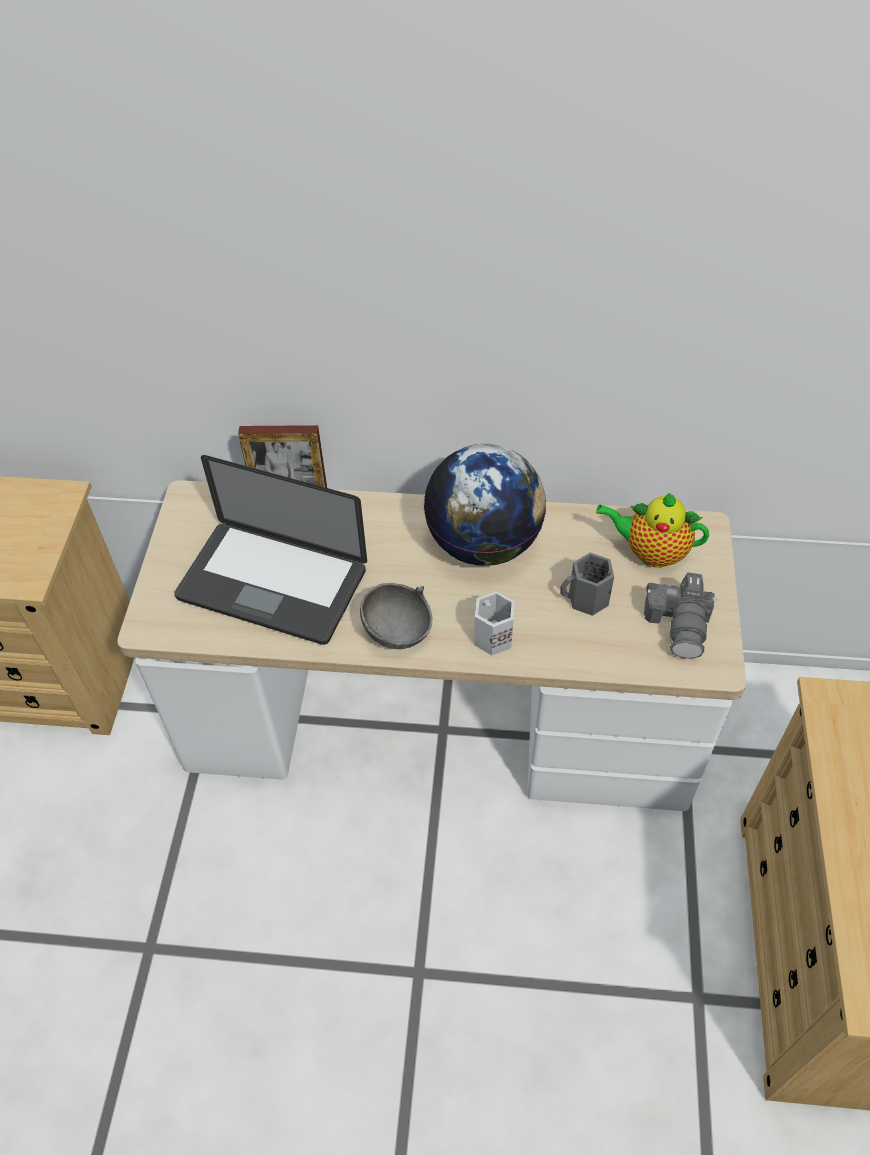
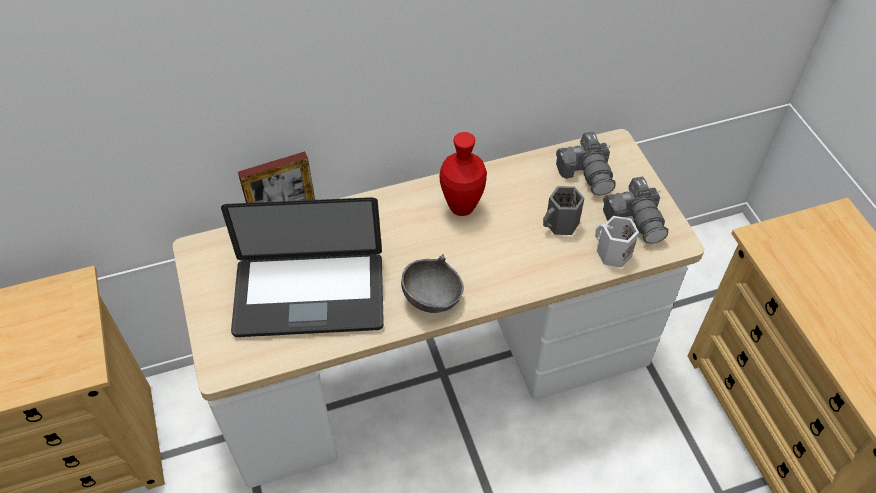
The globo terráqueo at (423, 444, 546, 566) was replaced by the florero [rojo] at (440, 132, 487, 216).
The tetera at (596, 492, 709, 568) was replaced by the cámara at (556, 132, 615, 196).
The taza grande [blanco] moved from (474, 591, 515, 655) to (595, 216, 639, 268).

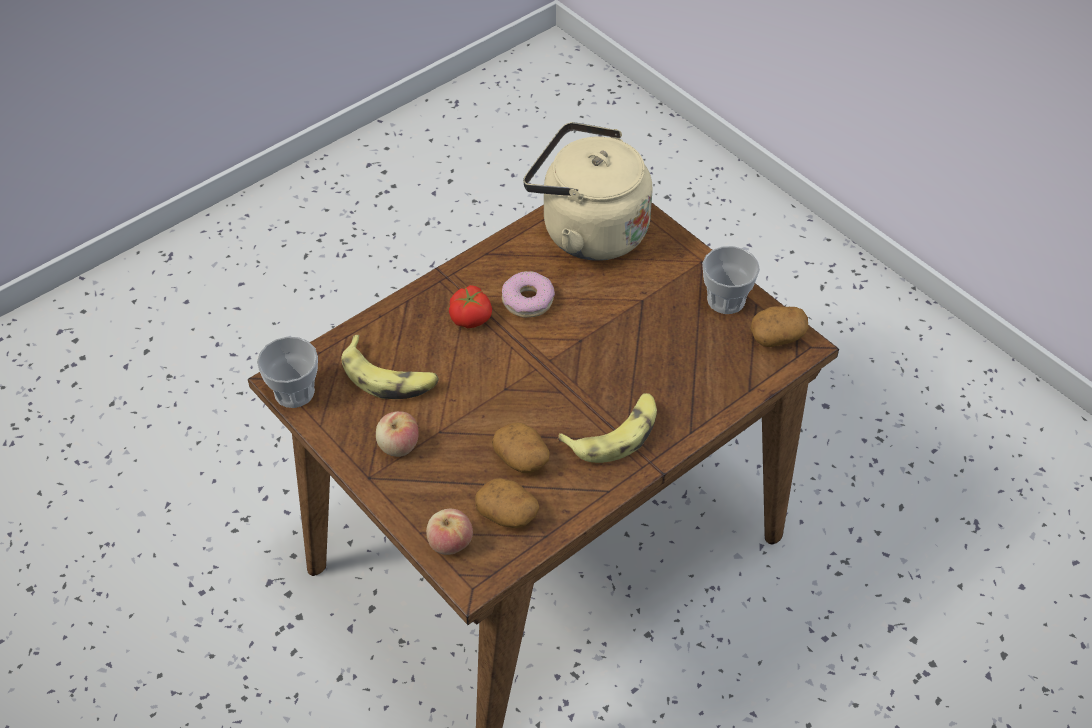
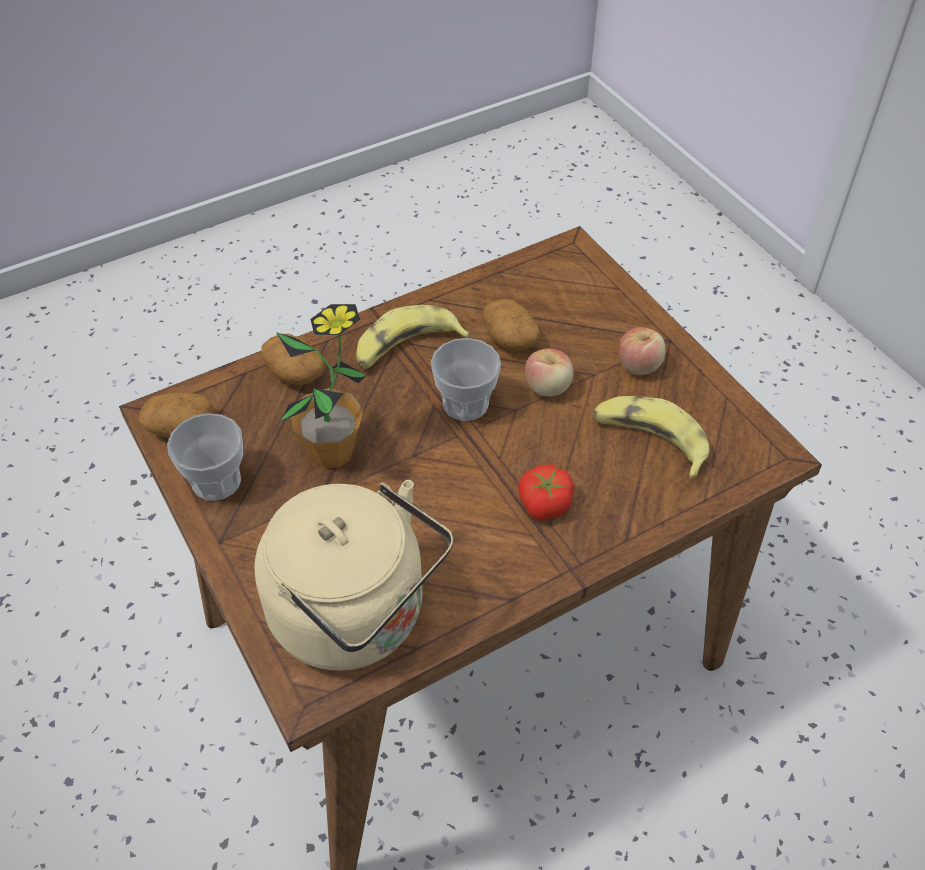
The patata moved from (475, 478, 539, 528) to (261, 334, 325, 386).
The planta en maceta at (276, 304, 367, 468) appeared.
The taza moved from (257, 337, 318, 408) to (431, 338, 501, 421).
The manzana moved from (426, 509, 473, 555) to (525, 348, 573, 397).
The rosquilla at (502, 271, 555, 318) disappeared.

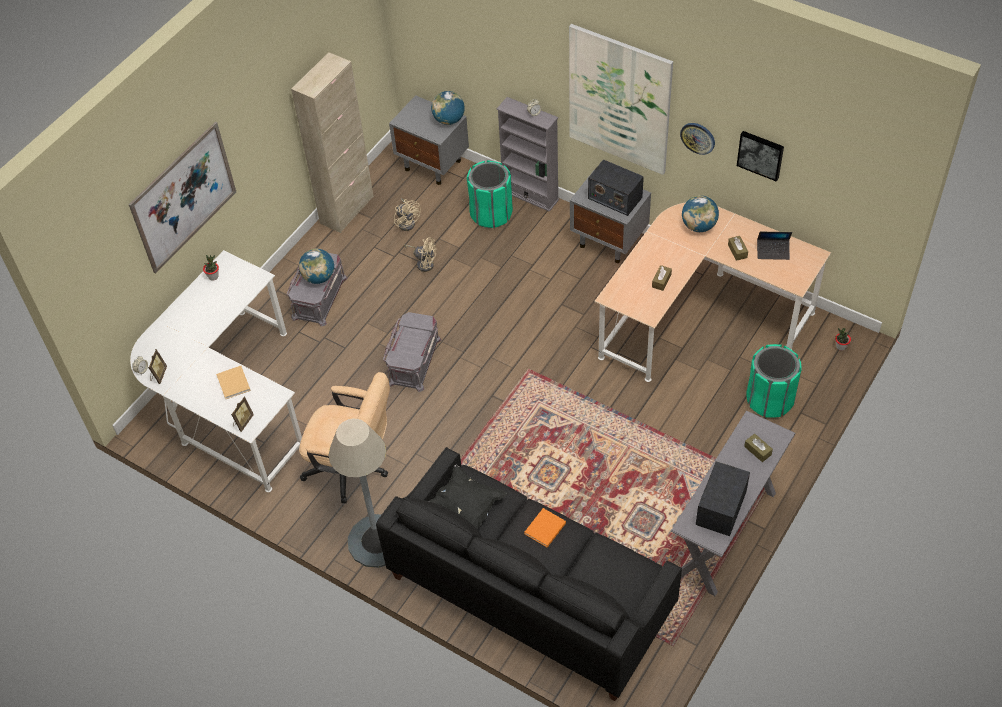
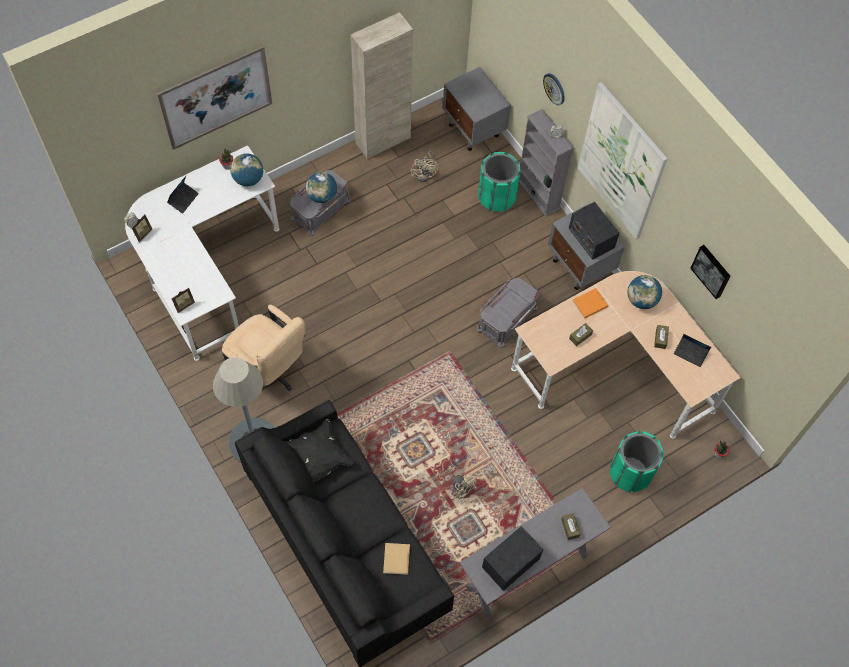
The portátil at (167, 176, 199, 213) appeared.
The globo terráqueo moved from (431, 91, 465, 125) to (230, 153, 263, 186).
The libro [beis] moved from (216, 366, 251, 399) to (383, 543, 410, 575).
The ventilador [beis] moved from (404, 237, 436, 272) to (450, 460, 477, 501).
The caja de almacenaje [gris] moved from (383, 312, 441, 392) to (476, 278, 539, 348).
The reloj de pared moved from (680, 123, 715, 155) to (543, 73, 564, 105).
The libro [naranja] moved from (525, 508, 566, 548) to (573, 288, 608, 318).

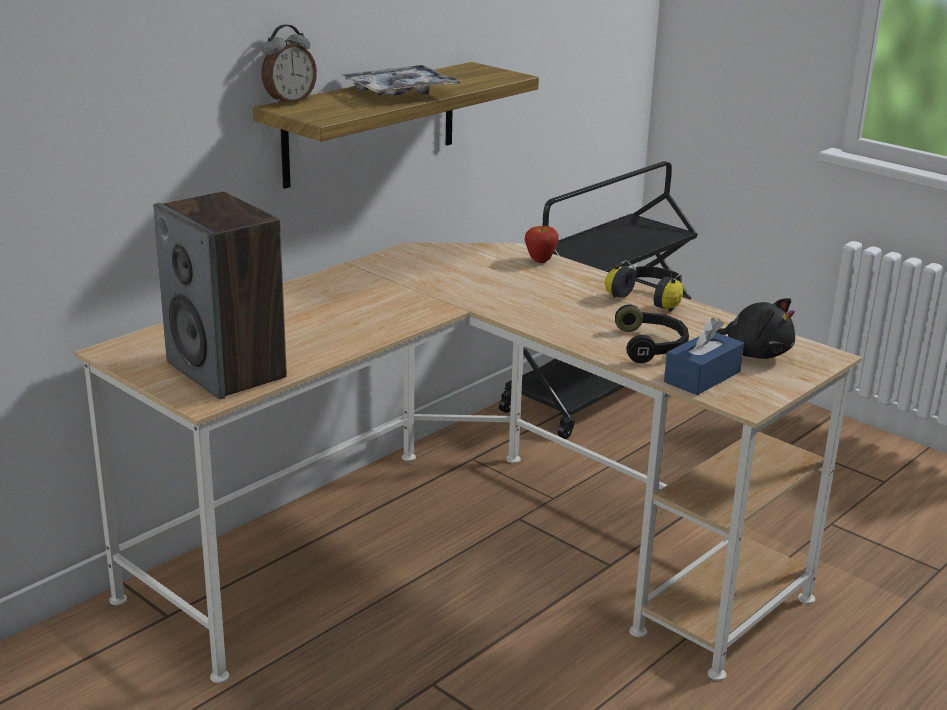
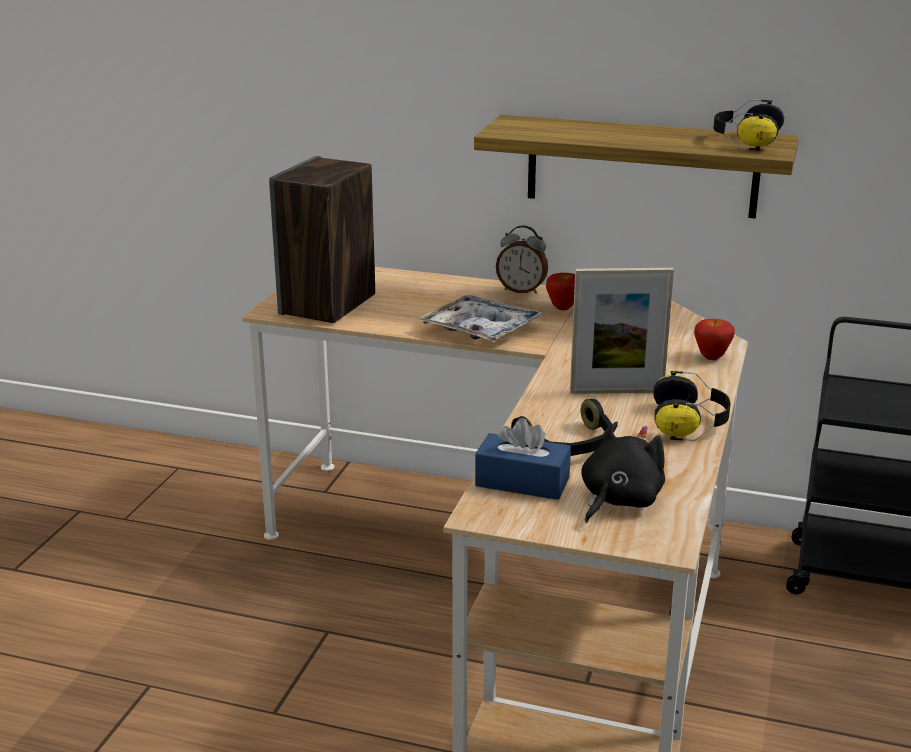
The bandeja moved from (341, 65, 463, 96) to (417, 295, 544, 342).
The despertador moved from (261, 25, 317, 105) to (496, 225, 548, 294).
The manzana at (546, 273, 575, 310) appeared.
The portarretratos at (570, 268, 674, 394) appeared.
The peluche [negro] at (717, 298, 795, 359) turned 150 degrees counterclockwise.
The auriculares at (713, 99, 784, 151) appeared.

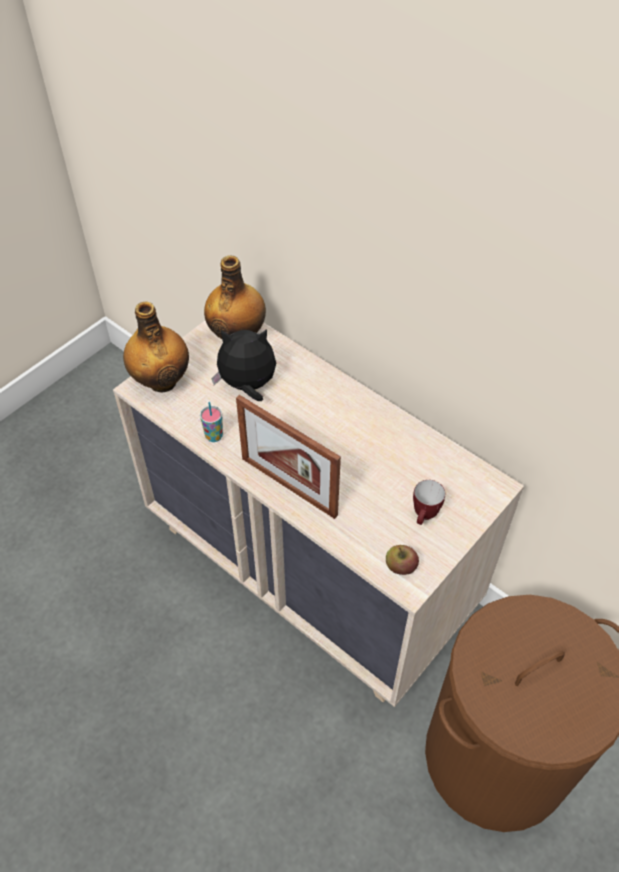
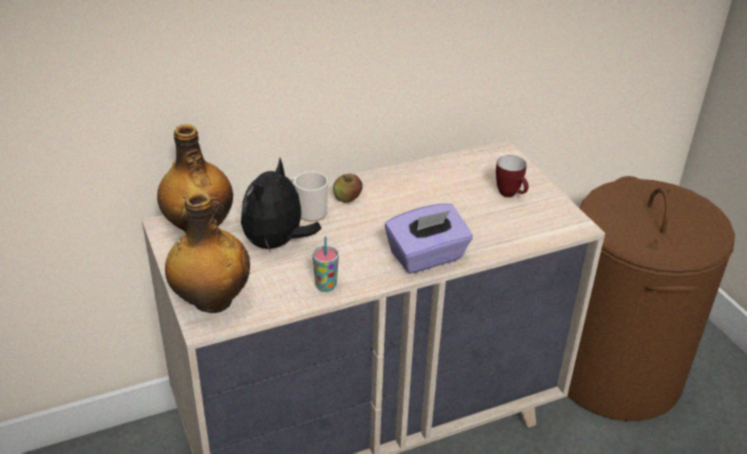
The taza grande at (290, 171, 328, 222) appeared.
The manzana moved from (386, 545, 419, 575) to (333, 174, 363, 203).
The portarretratos at (236, 395, 341, 519) was replaced by the caja de pañuelos [morado] at (385, 204, 473, 274).

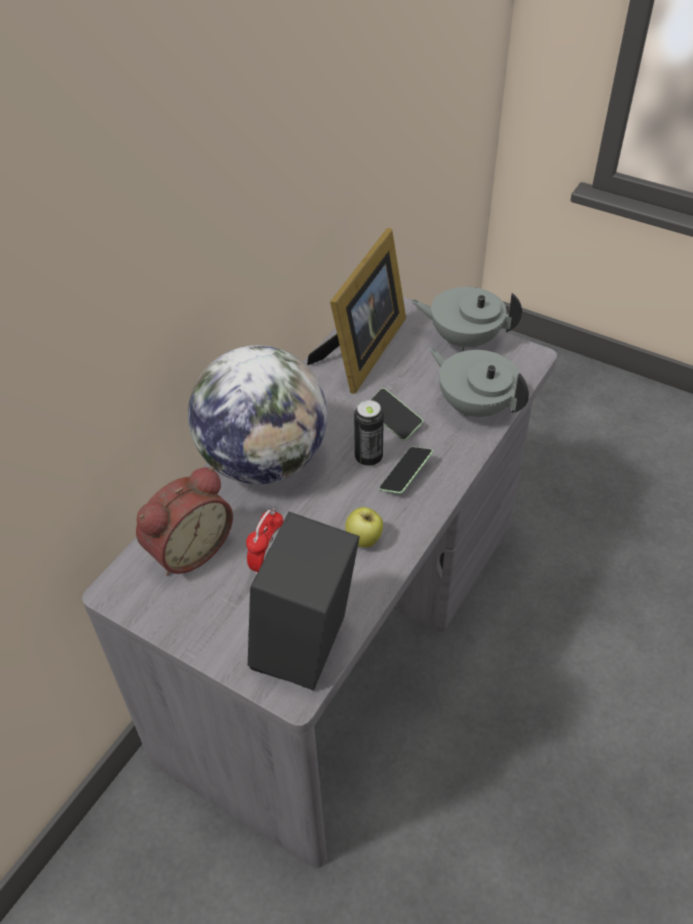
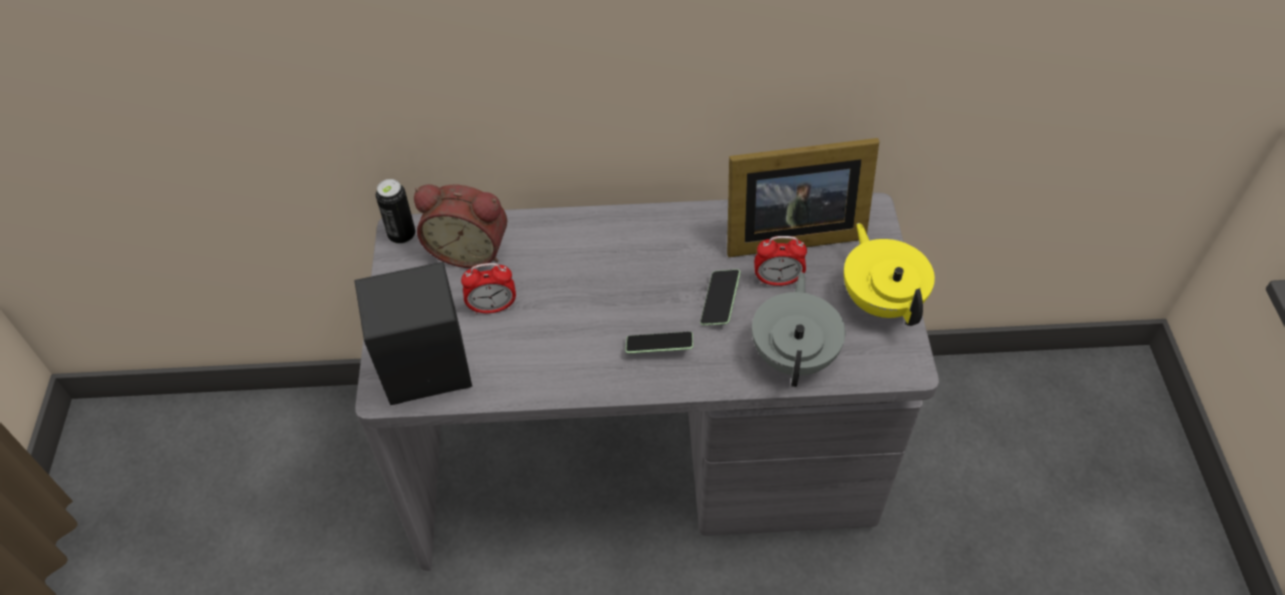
The lata moved from (354, 400, 384, 467) to (376, 179, 415, 244).
The despertador at (754, 236, 807, 286) appeared.
The tetera [gris] at (411, 287, 522, 351) became the tetera [amarillo] at (844, 223, 935, 326).
The globo terráqueo at (188, 345, 327, 484) disappeared.
The manzana at (345, 507, 383, 547) disappeared.

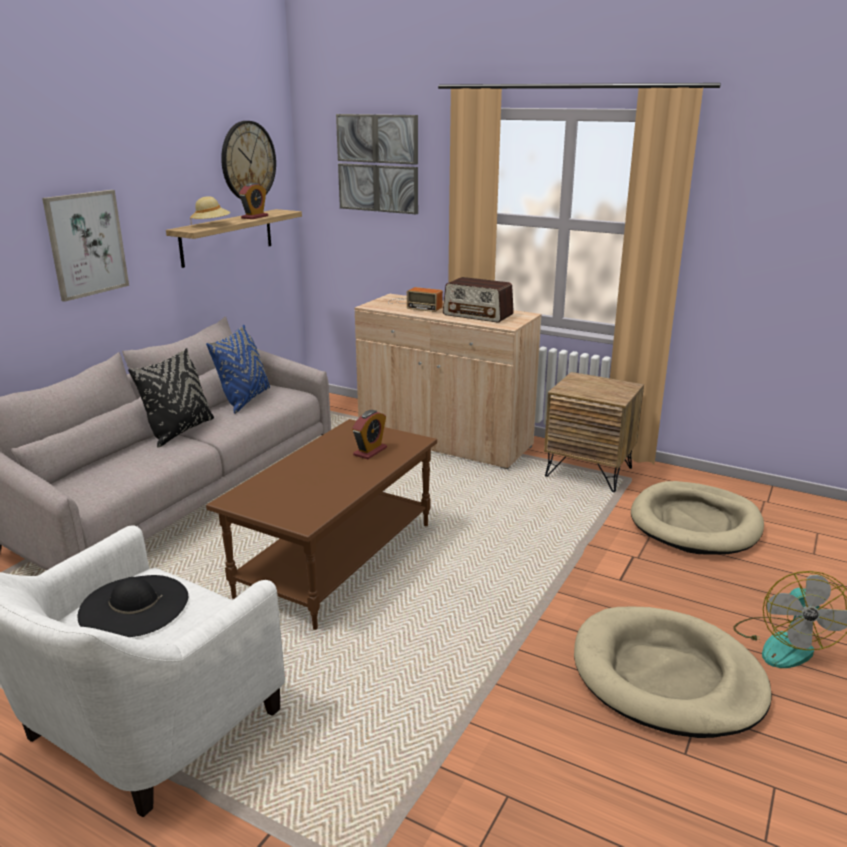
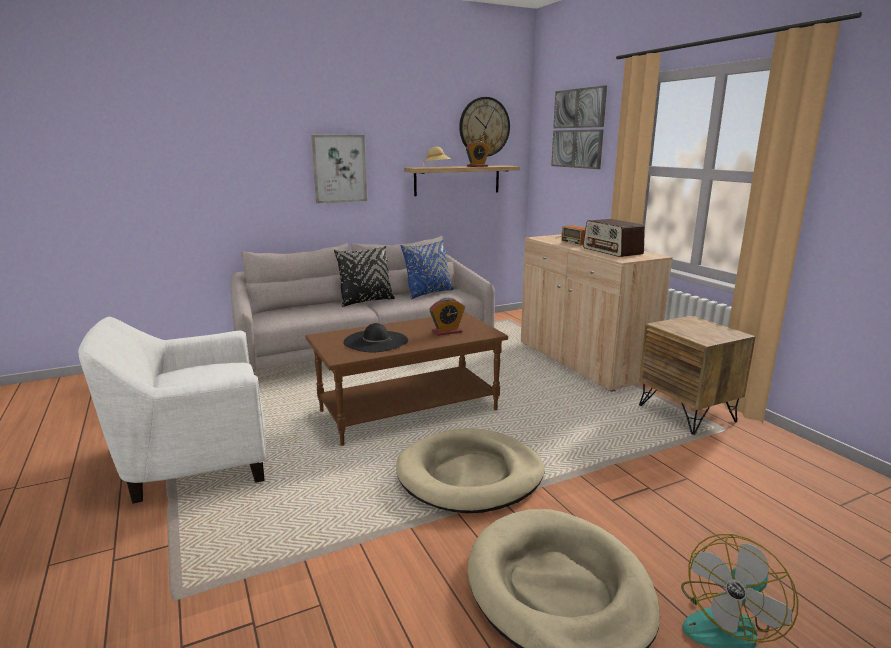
The sombrero [negro] moved from (78, 575, 188, 637) to (343, 323, 408, 352).
The cama para perro [beis] moved from (631, 481, 764, 555) to (396, 428, 545, 513).

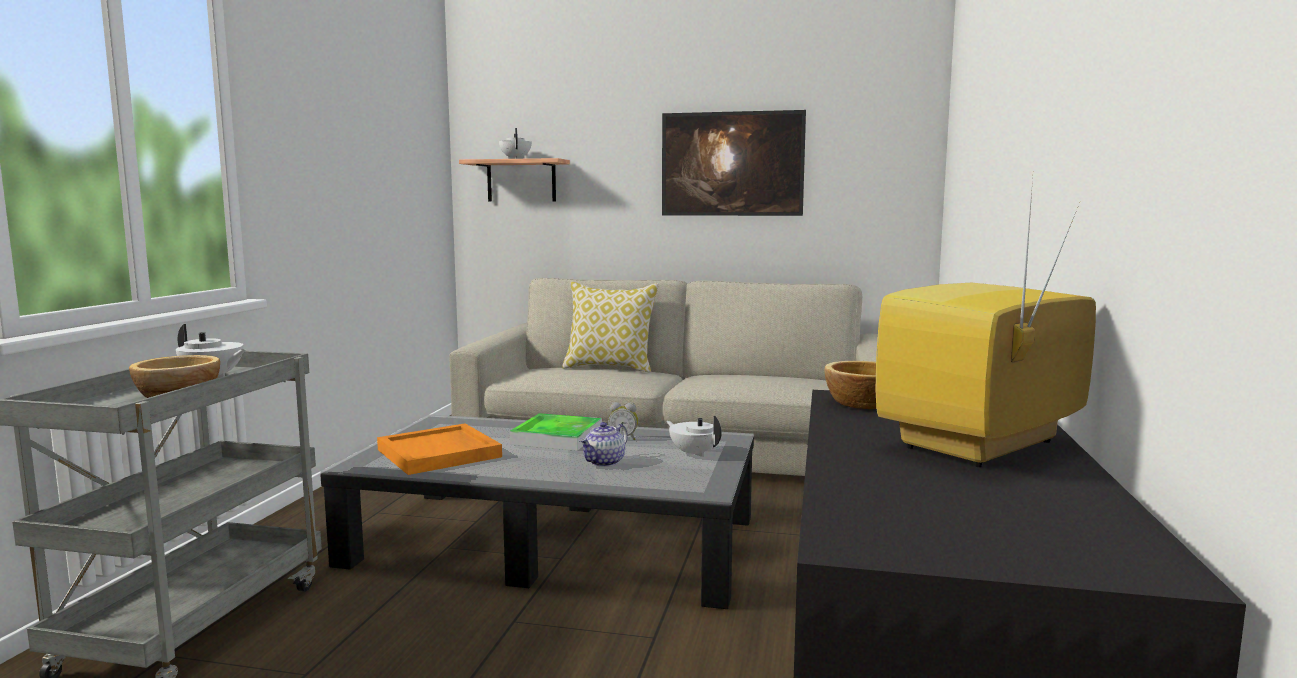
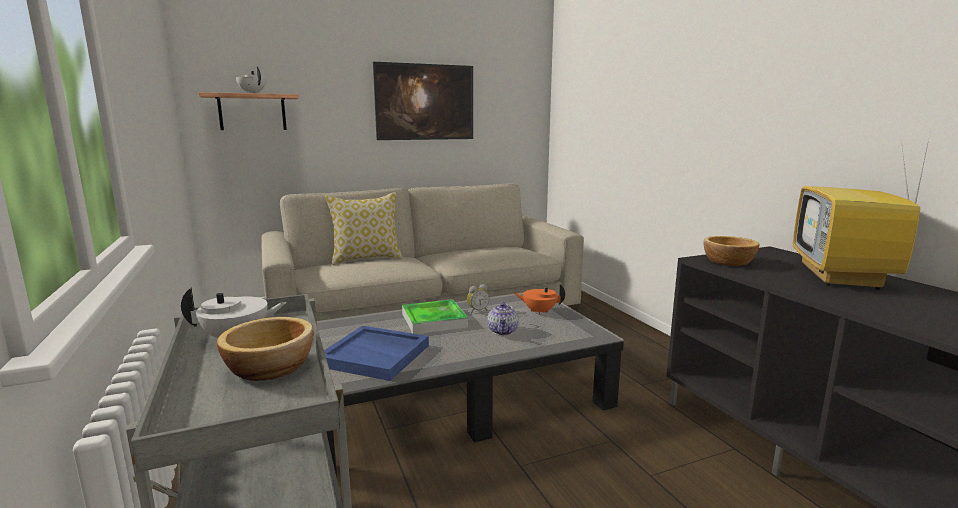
The bandeja [naranja] at (377, 423, 502, 475) became the bandeja [azul] at (324, 326, 429, 381).
The tetera [blanco] at (667, 416, 721, 457) became the tetera [naranja] at (513, 284, 565, 315).

